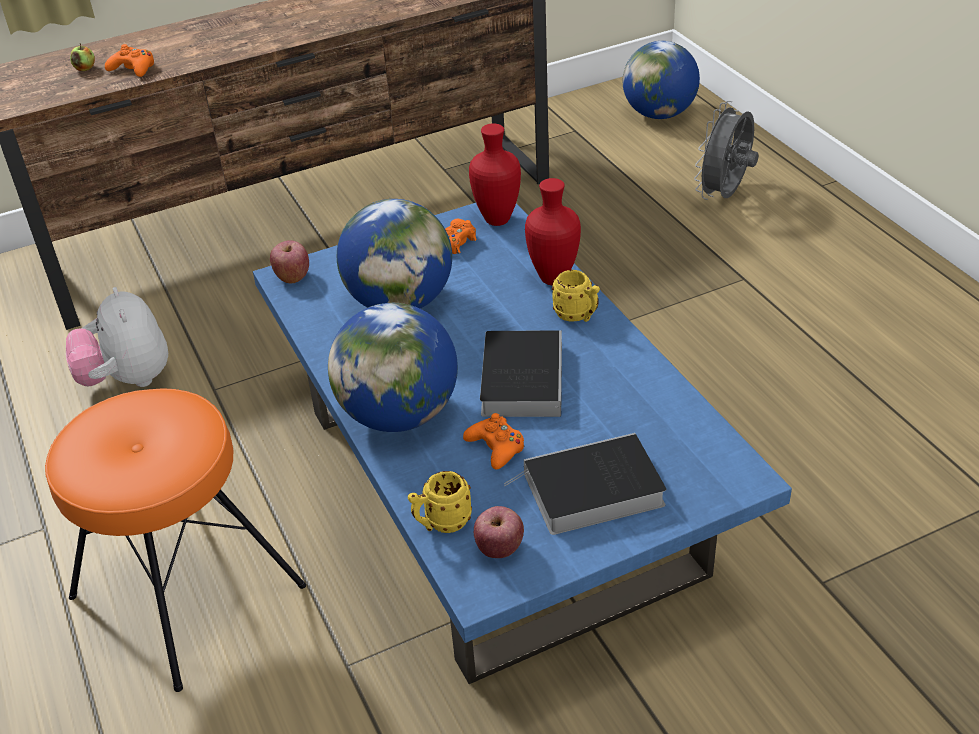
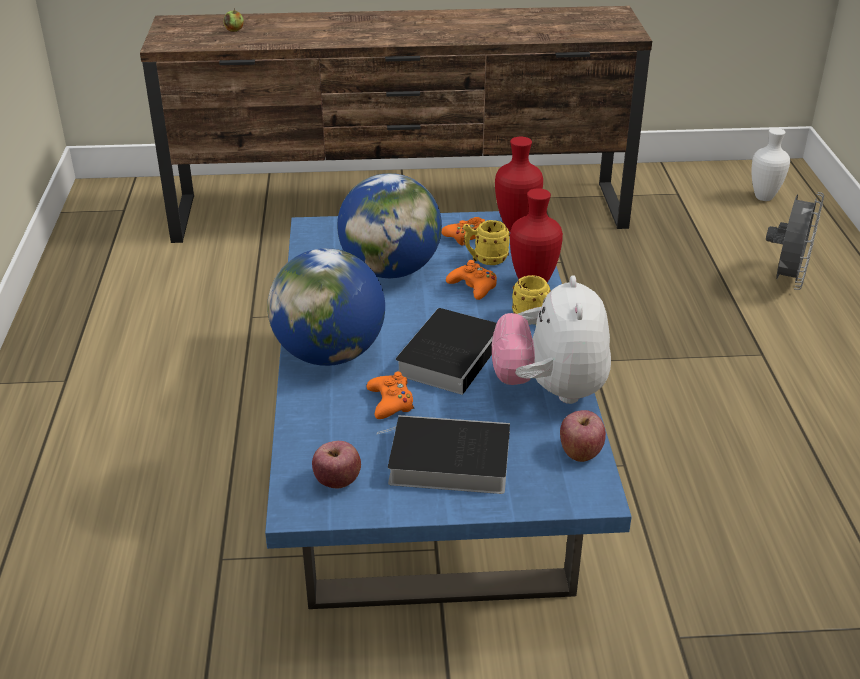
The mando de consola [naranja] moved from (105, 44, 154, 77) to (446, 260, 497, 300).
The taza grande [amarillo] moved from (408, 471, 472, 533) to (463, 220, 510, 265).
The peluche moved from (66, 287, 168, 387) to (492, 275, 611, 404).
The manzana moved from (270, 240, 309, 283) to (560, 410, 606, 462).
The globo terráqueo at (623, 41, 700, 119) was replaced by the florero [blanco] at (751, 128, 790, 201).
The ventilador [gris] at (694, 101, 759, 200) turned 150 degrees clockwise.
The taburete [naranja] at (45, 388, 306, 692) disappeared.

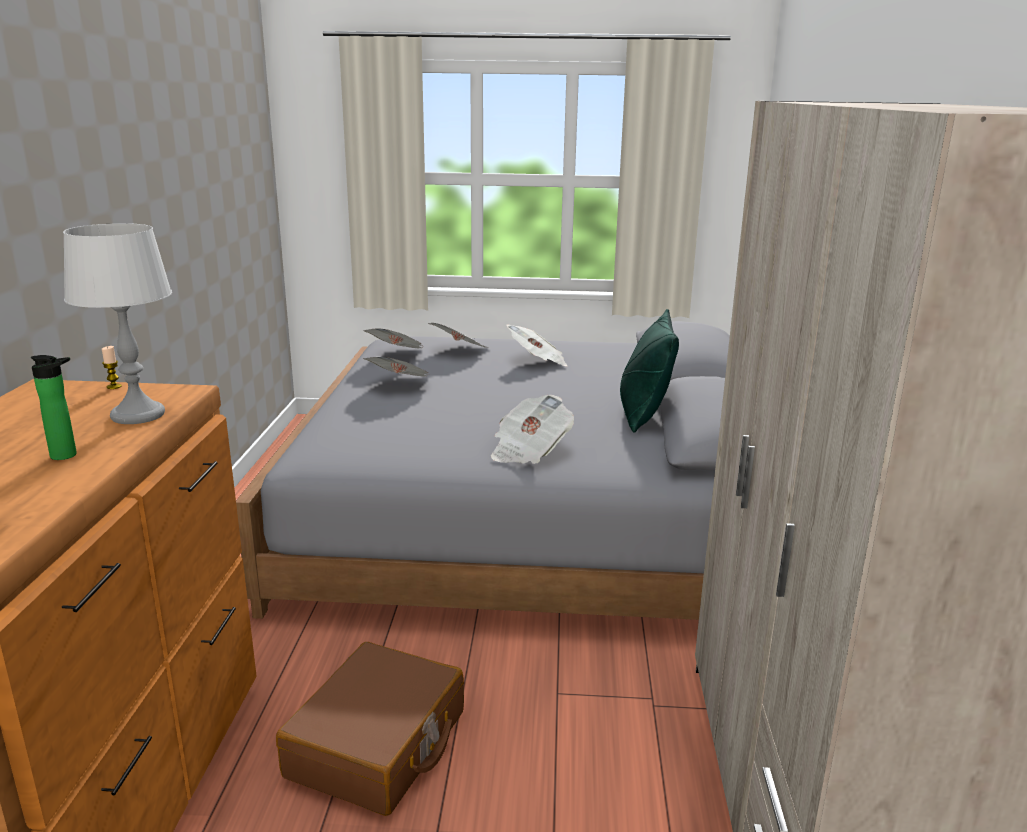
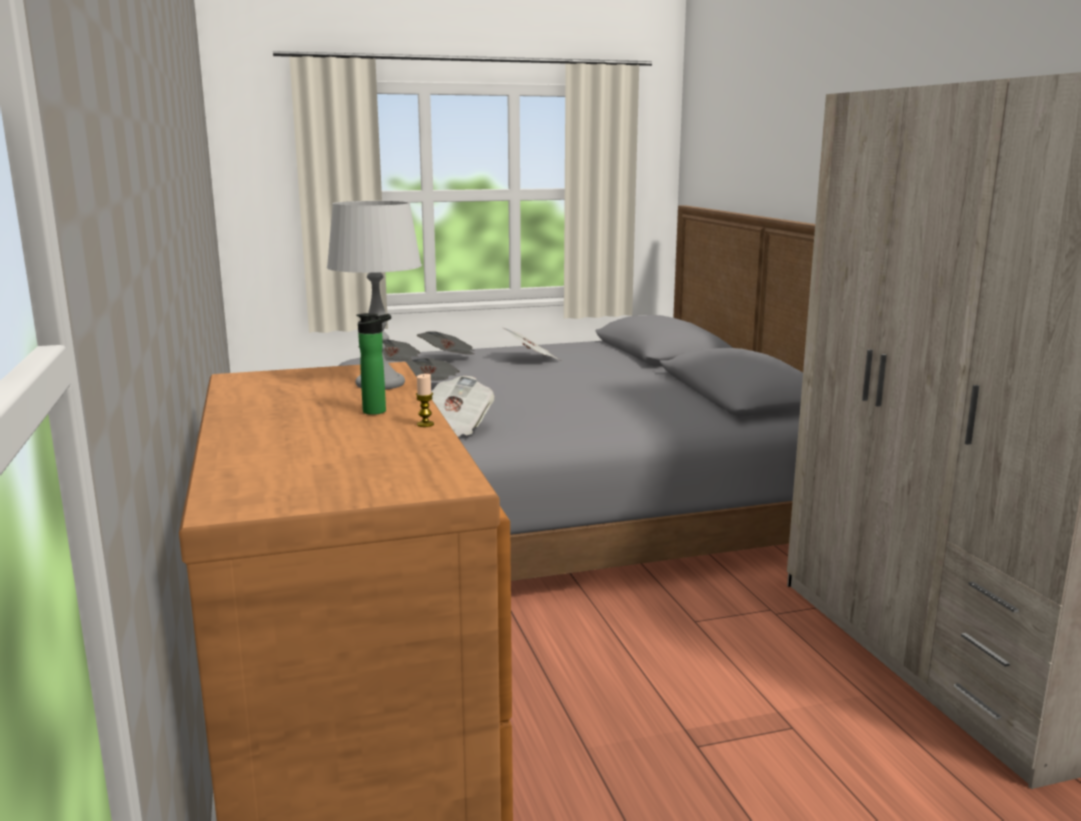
The vela moved from (102, 346, 122, 389) to (416, 374, 434, 427).
The periódico moved from (491, 395, 574, 464) to (431, 376, 495, 437).
The maleta [marrón] at (276, 642, 464, 816) disappeared.
The cojín [verde] at (620, 309, 679, 433) disappeared.

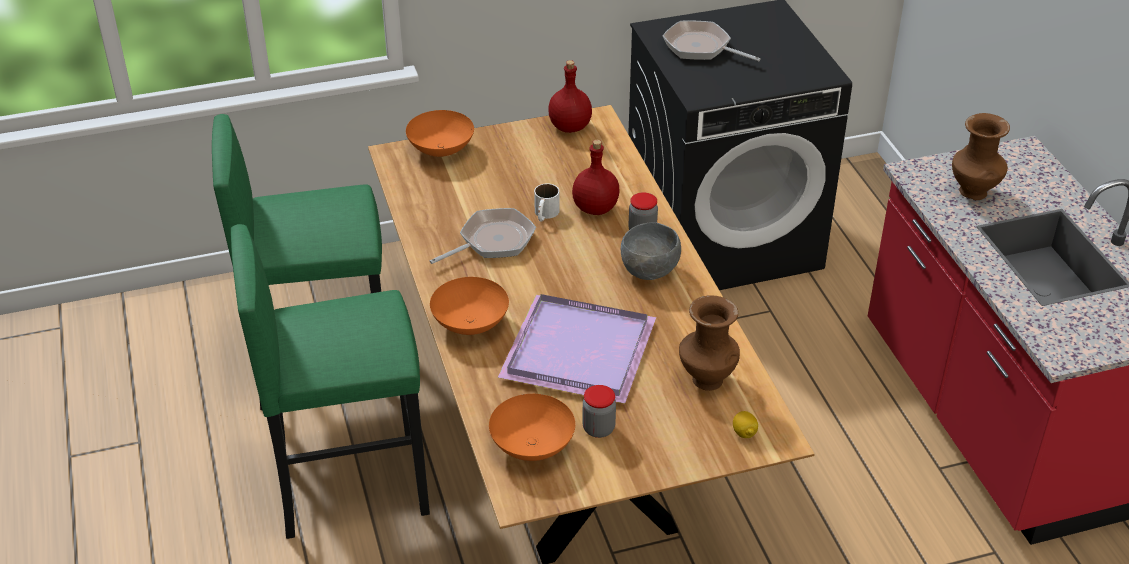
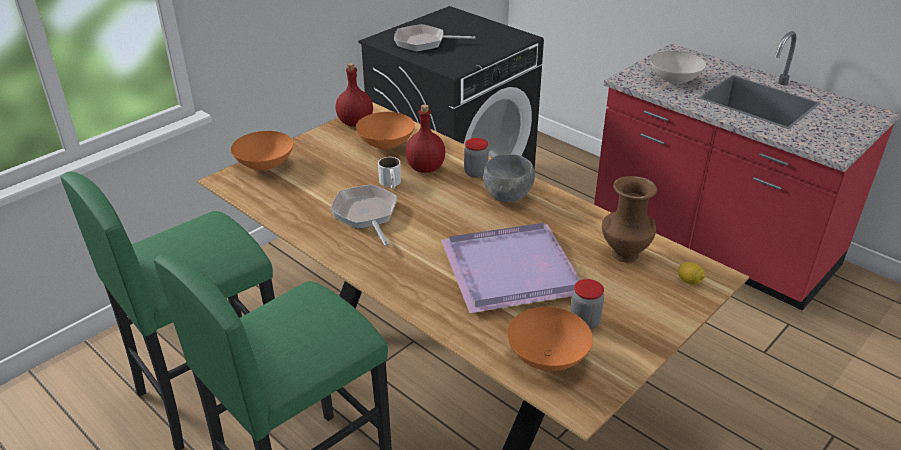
The sartén at (430, 208, 536, 264) turned 45 degrees counterclockwise.
The cuenco [naranja] moved from (430, 277, 509, 335) to (356, 112, 415, 149).
The florero [marrón] at (952, 113, 1010, 200) was replaced by the cuenco [blanco] at (650, 51, 706, 84).

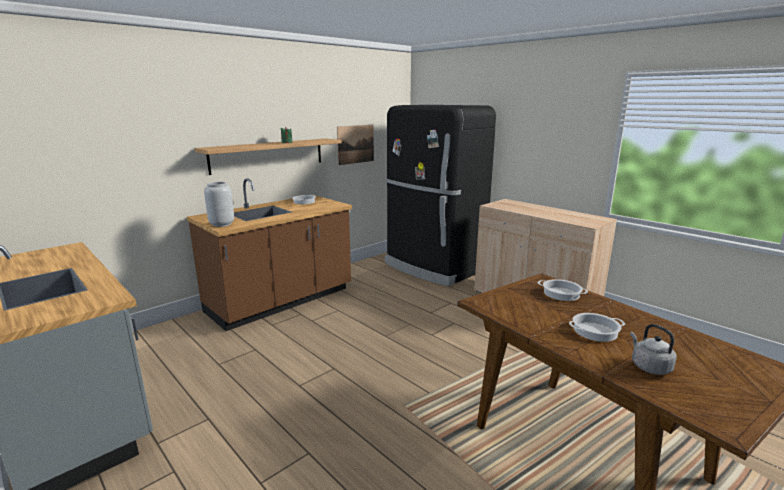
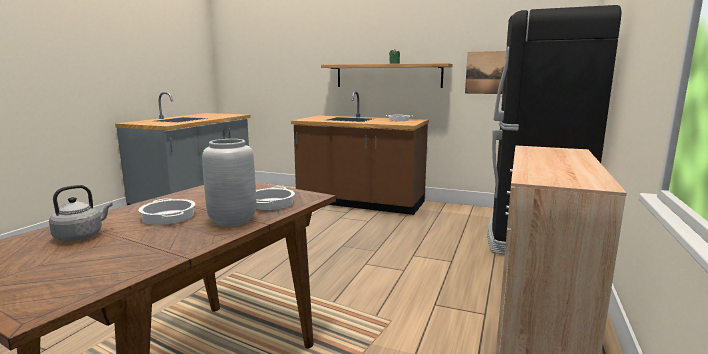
The florero [gris] moved from (204, 182, 234, 227) to (202, 139, 256, 226).

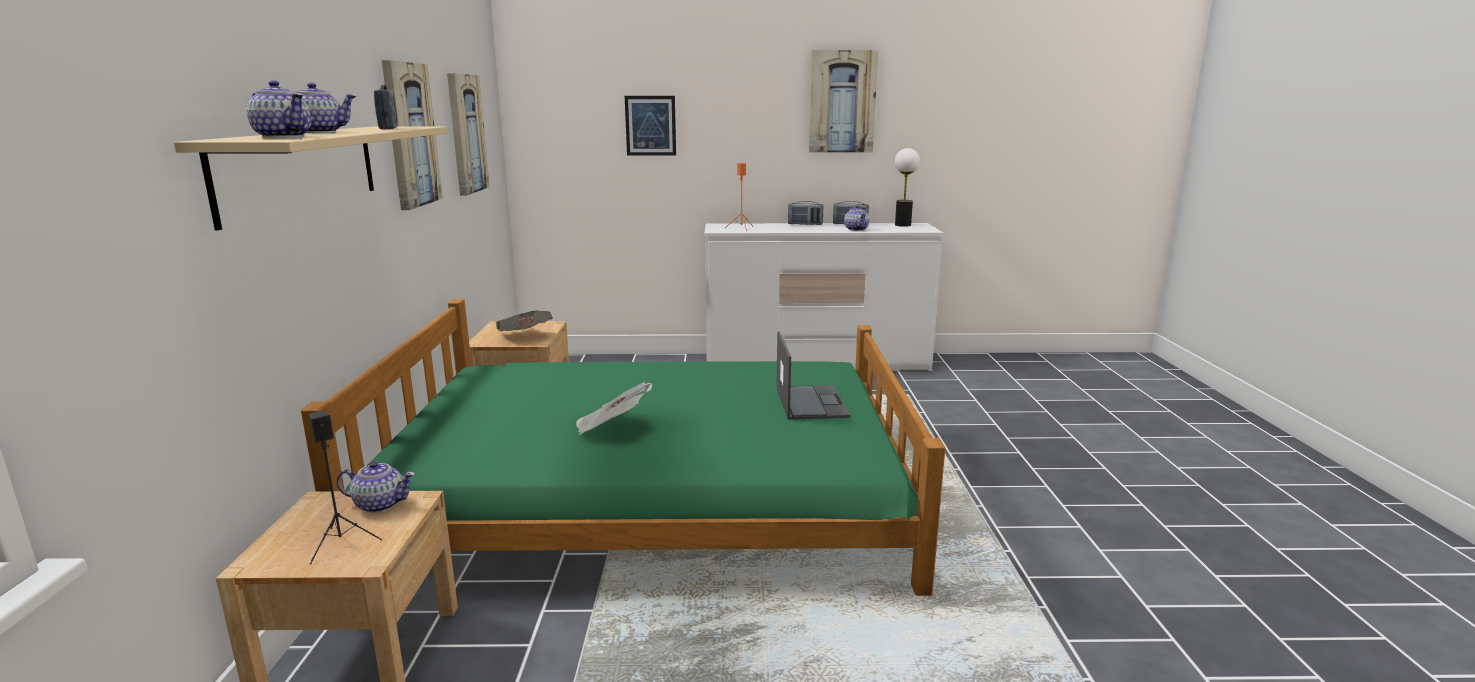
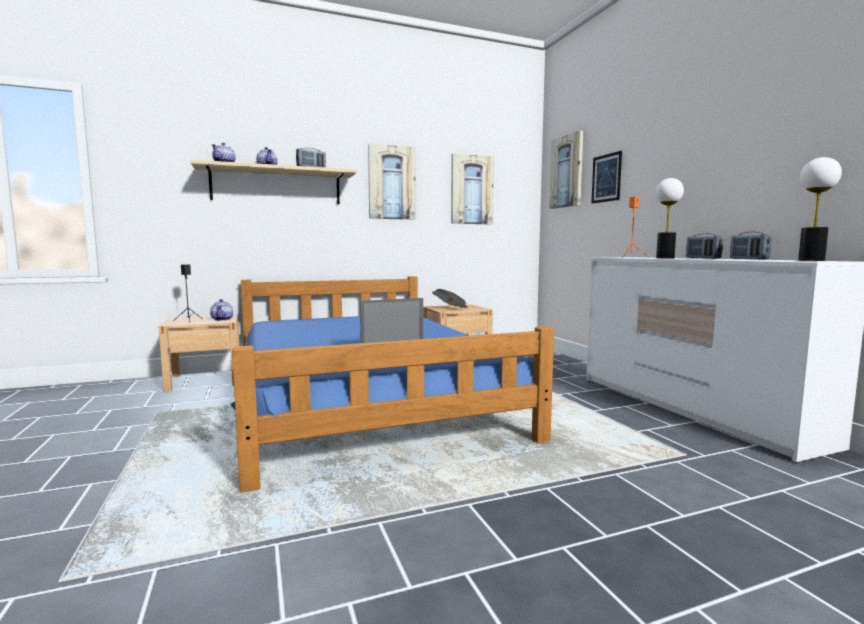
The cama [verde] at (301, 299, 945, 596) became the cama [azul] at (230, 276, 554, 493).
The cuadro moved from (809, 50, 878, 153) to (549, 131, 583, 209).
The lámpara de mesa at (656, 178, 684, 258) appeared.
The periódico at (576, 382, 652, 435) disappeared.
The tetera at (844, 205, 869, 231) disappeared.

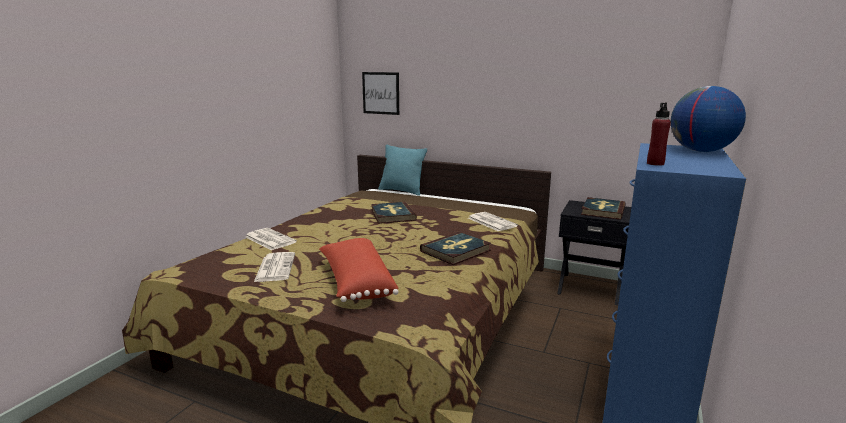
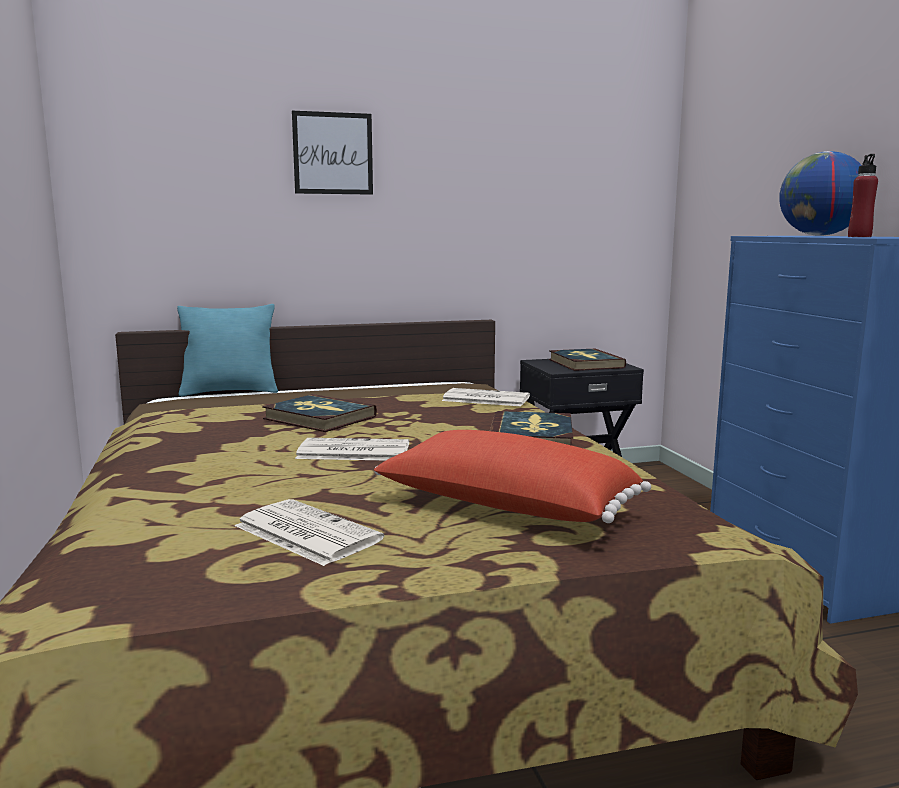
The cuadro moved from (362, 72, 399, 115) to (292, 111, 373, 195).
The periódico moved from (245, 228, 297, 251) to (295, 438, 409, 461).

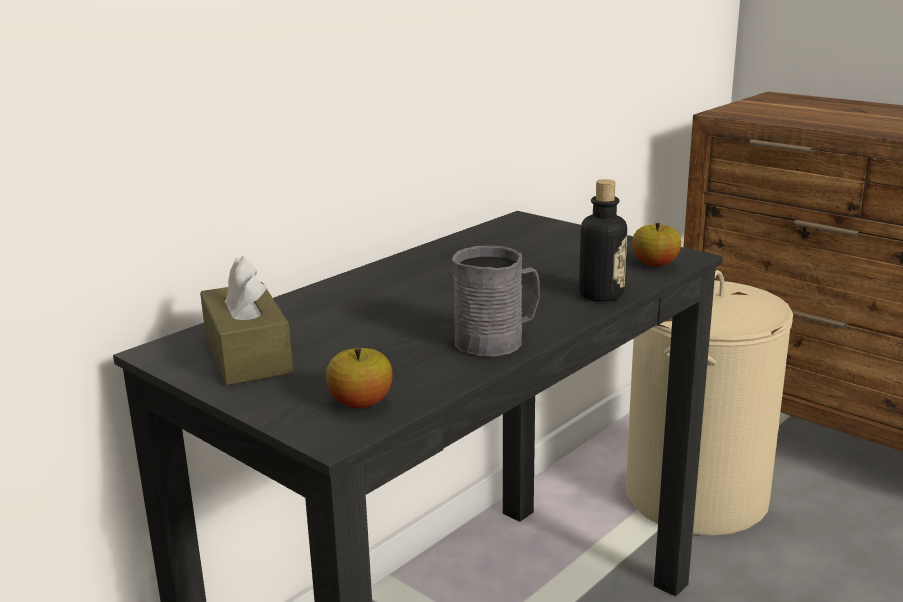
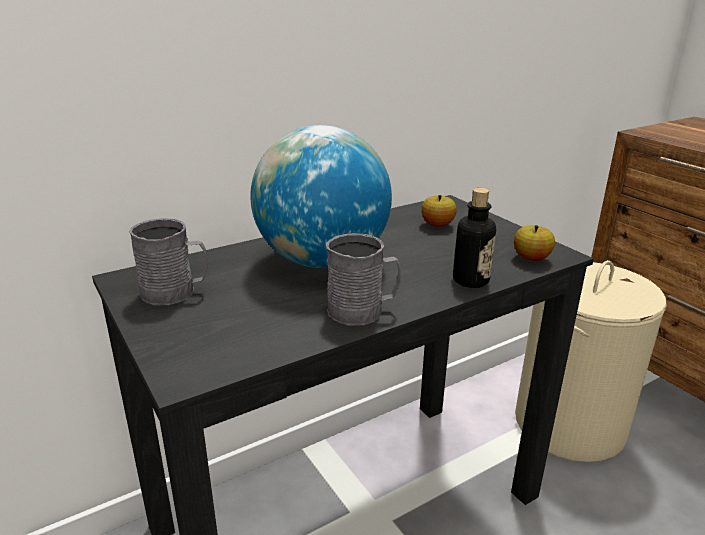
The caja de pañuelos [marrón] at (200, 256, 293, 385) was replaced by the taza grande [gris] at (129, 218, 208, 306).
The globo terráqueo at (250, 125, 392, 268) appeared.
The manzana moved from (326, 348, 393, 408) to (421, 195, 457, 227).

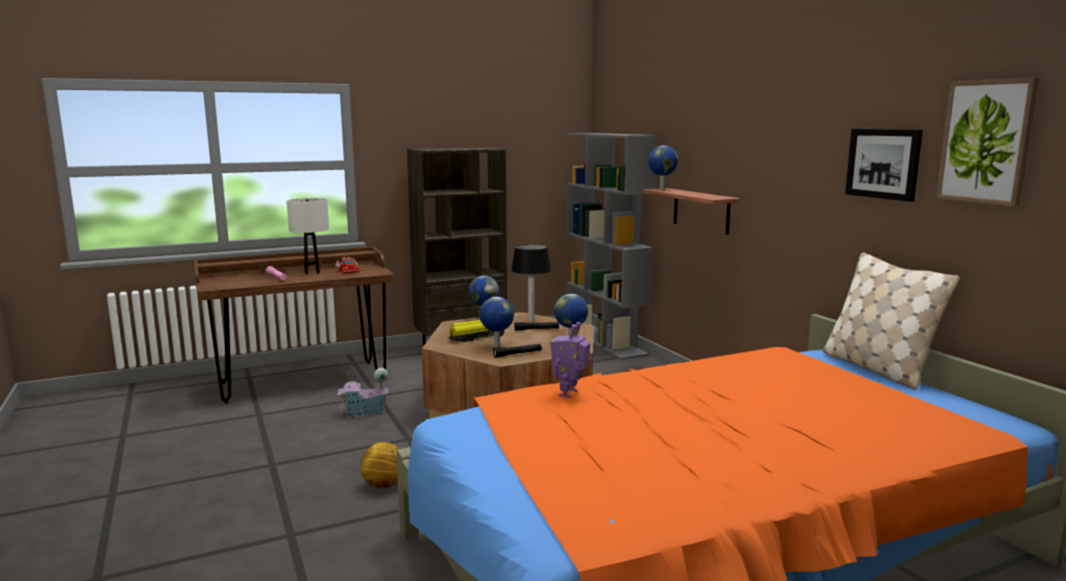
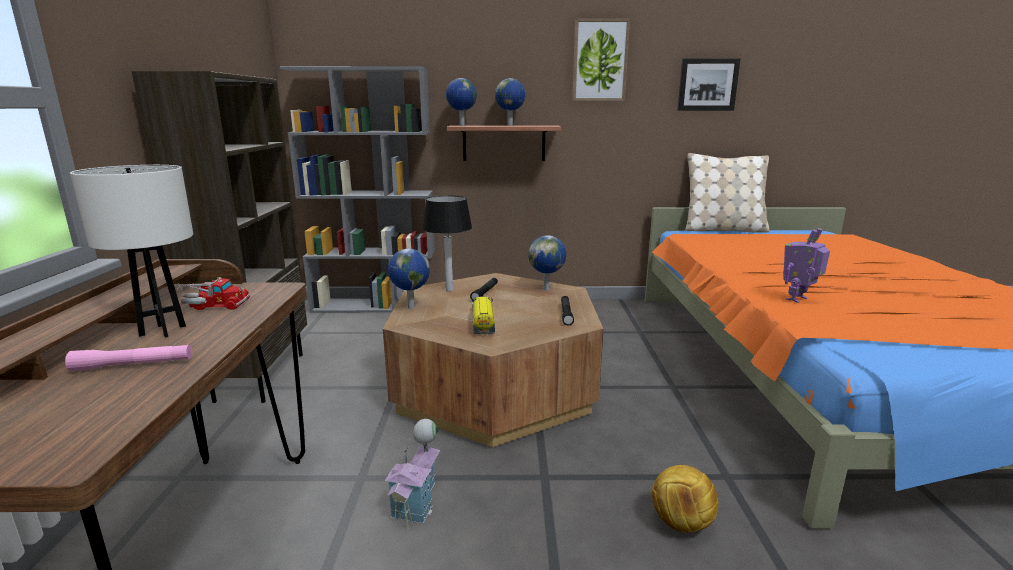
The globo terráqueo moved from (479, 297, 514, 347) to (495, 78, 526, 126).
The cuadro moved from (936, 77, 1039, 207) to (572, 18, 630, 101).
The robot de juguete at (550, 322, 590, 398) turned 90 degrees clockwise.

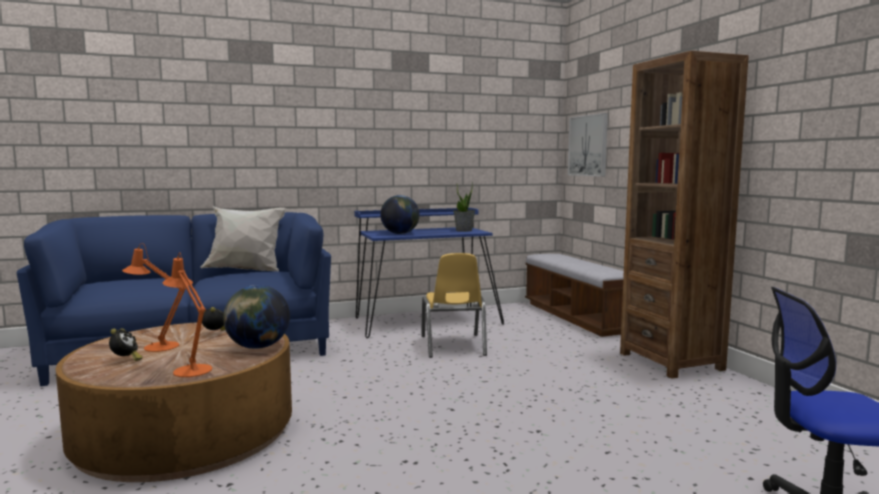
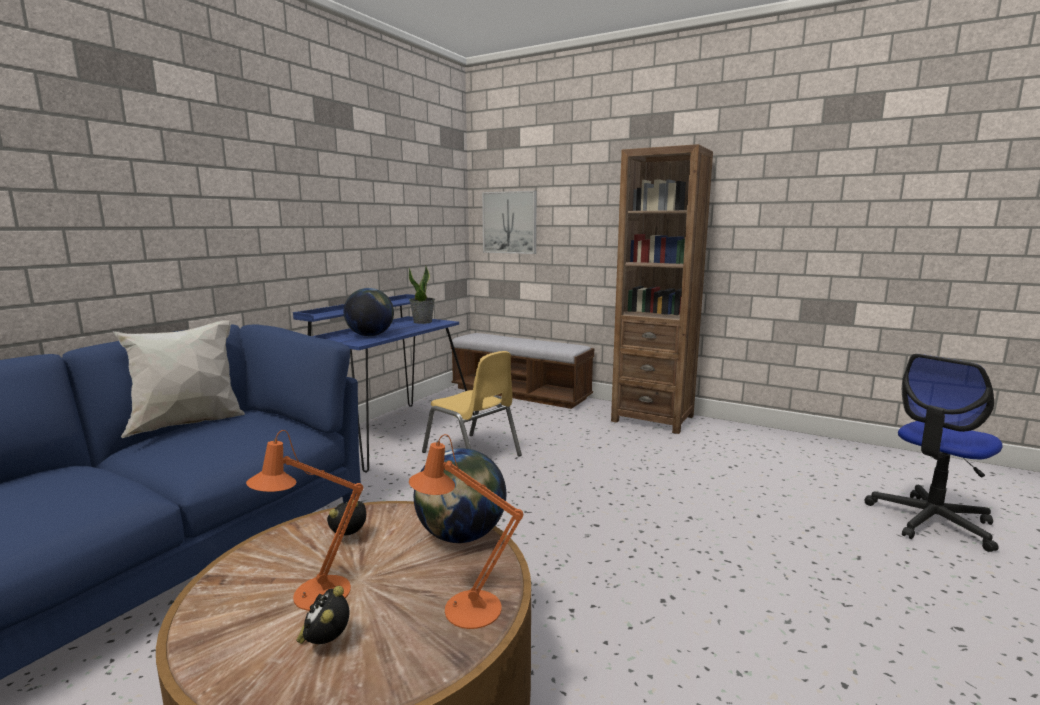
The despertador at (109, 328, 143, 361) turned 135 degrees counterclockwise.

